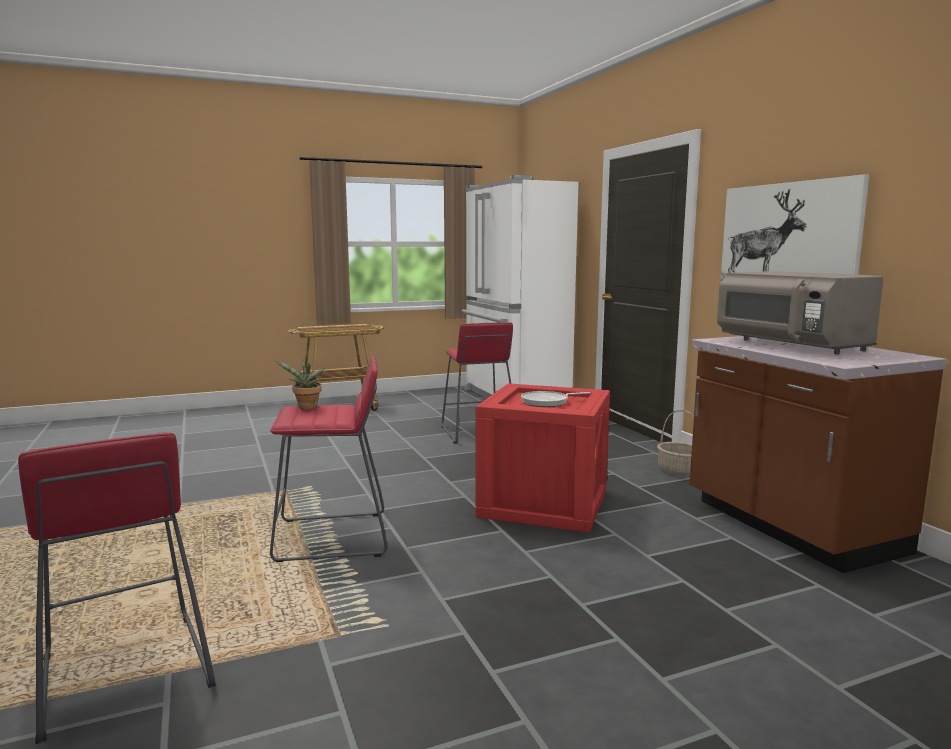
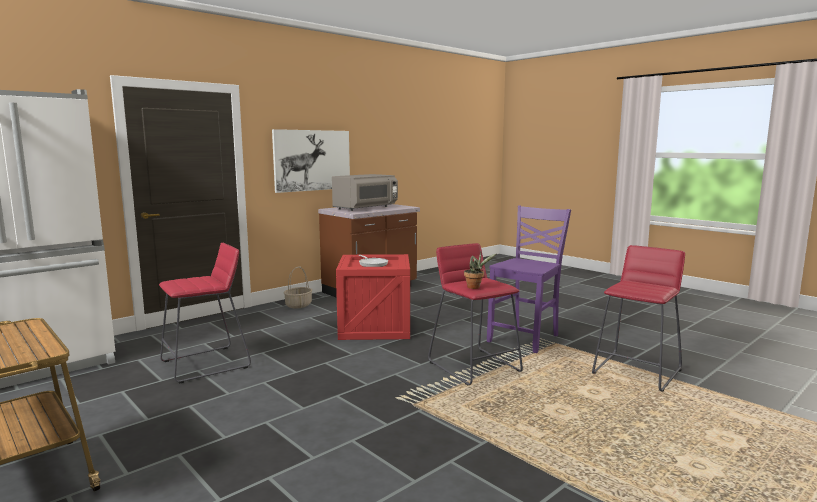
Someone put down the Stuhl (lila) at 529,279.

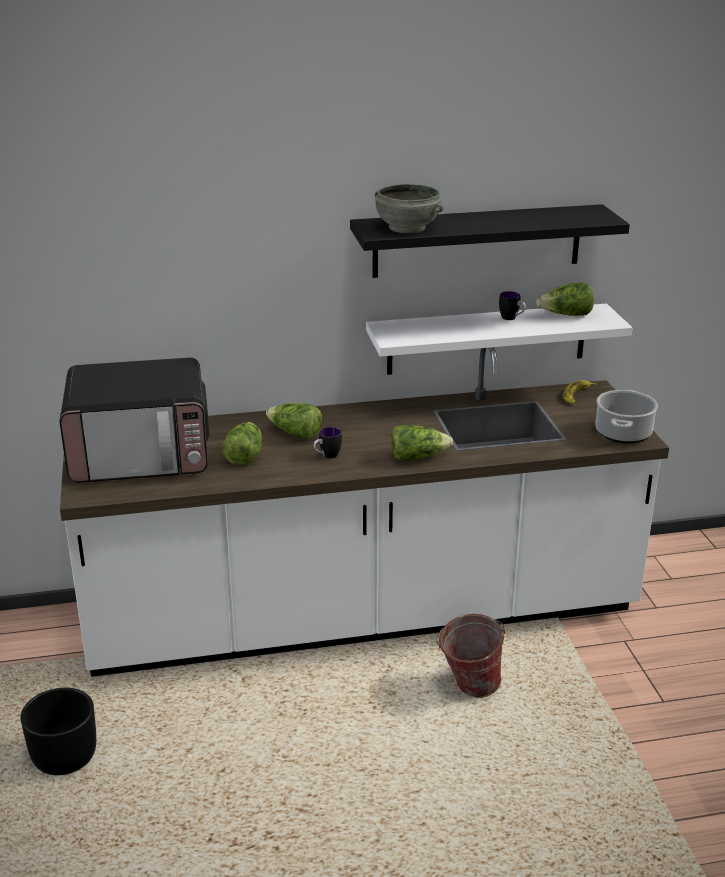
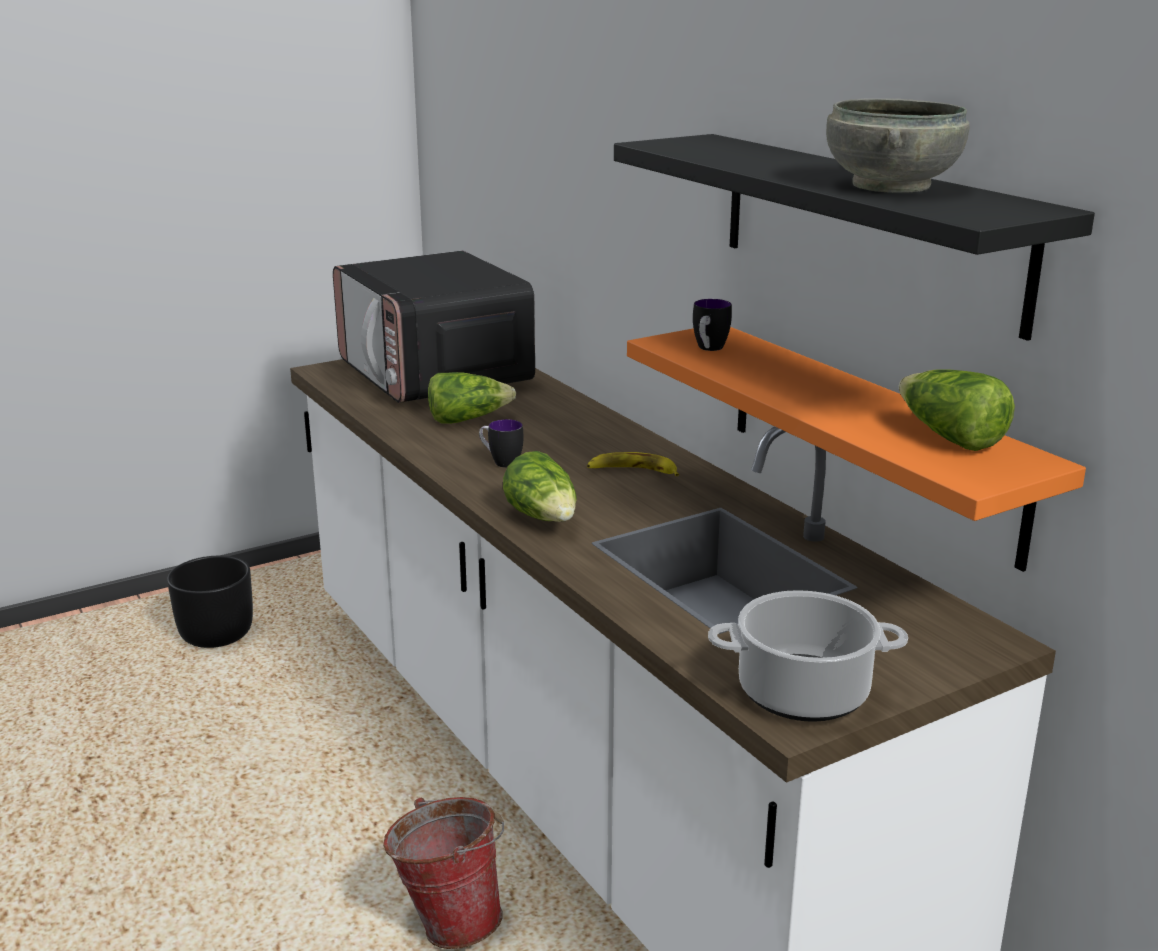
Someone took away the Salatkopf at 294,421. Someone carried the Schüssel (grau) from 409,208 to 897,145. Someone carried the Henkelbecher from 512,305 to 712,325. Someone carried the Banane from 579,392 to 633,464. Someone repainted the Wandregal (weiß) at 499,339, which became the Wandregal (orange) at 856,449.

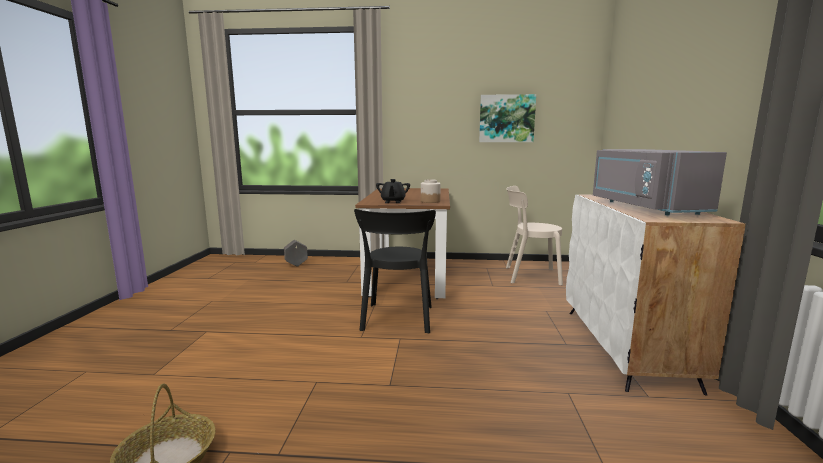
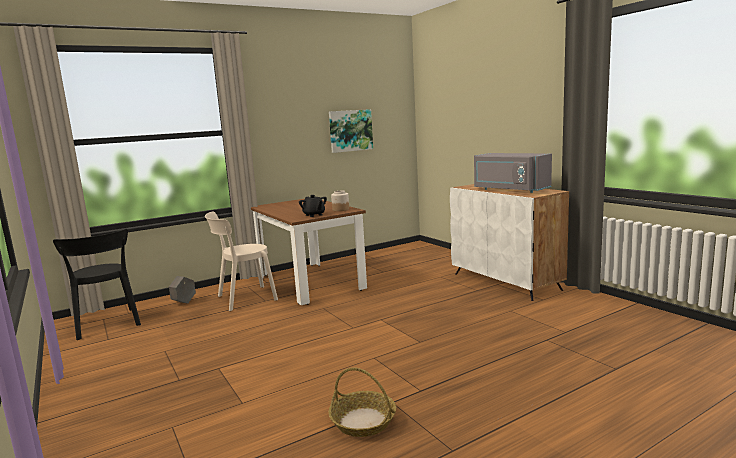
Someone carried the Stuhl (schwarz) from 395,271 to 97,284. Someone carried the Stuhl (beige) from 534,235 to 241,261.

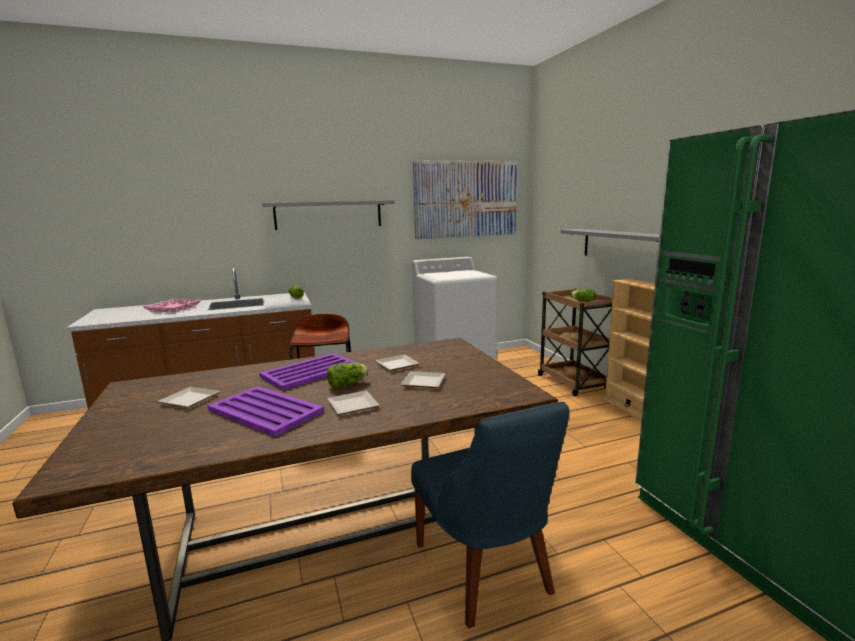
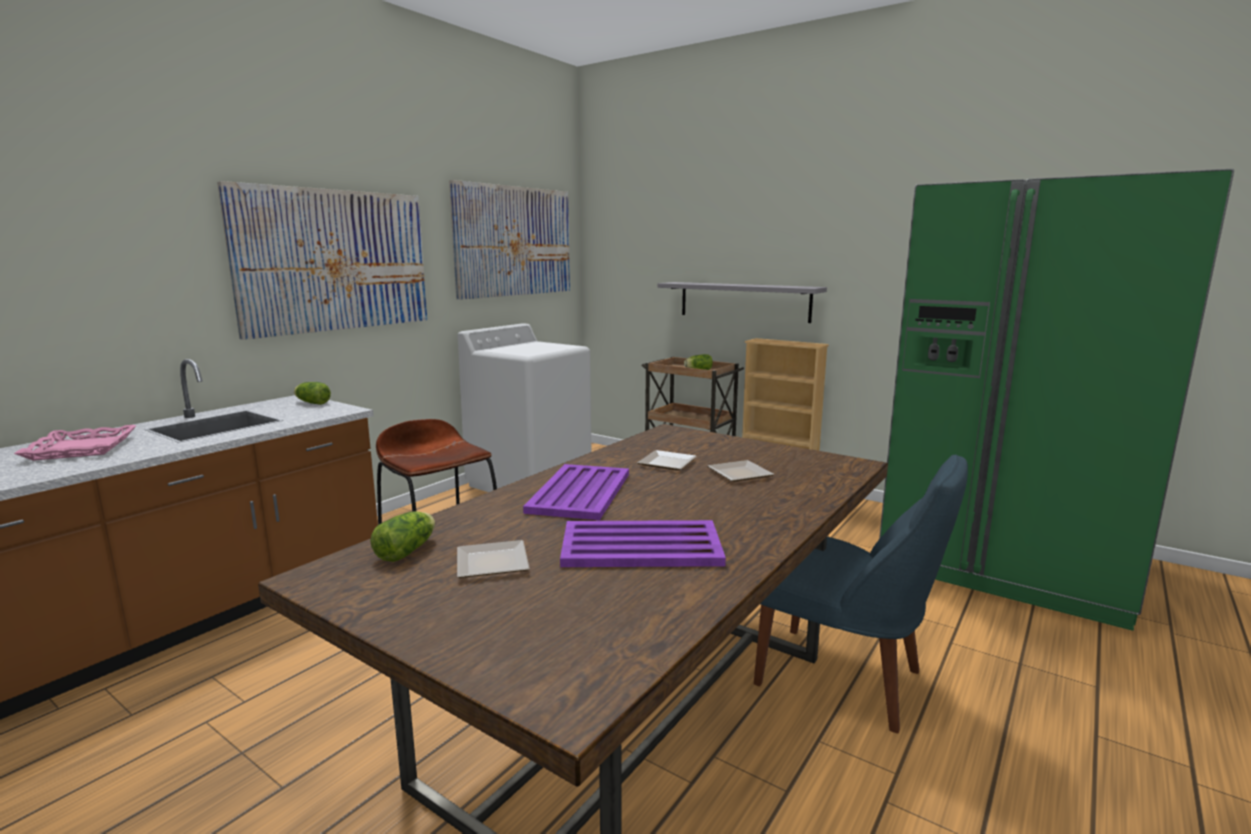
Someone took away the Teller at 353,403. Someone carried the Salatkopf from 347,375 to 402,536. Someone swapped the Wandregal (grau) at 328,215 for the Bild at 322,260.

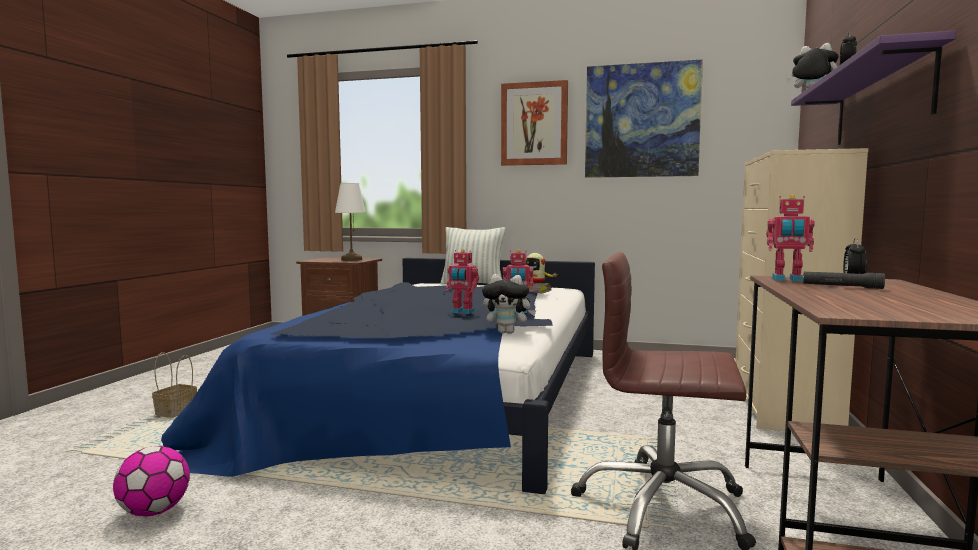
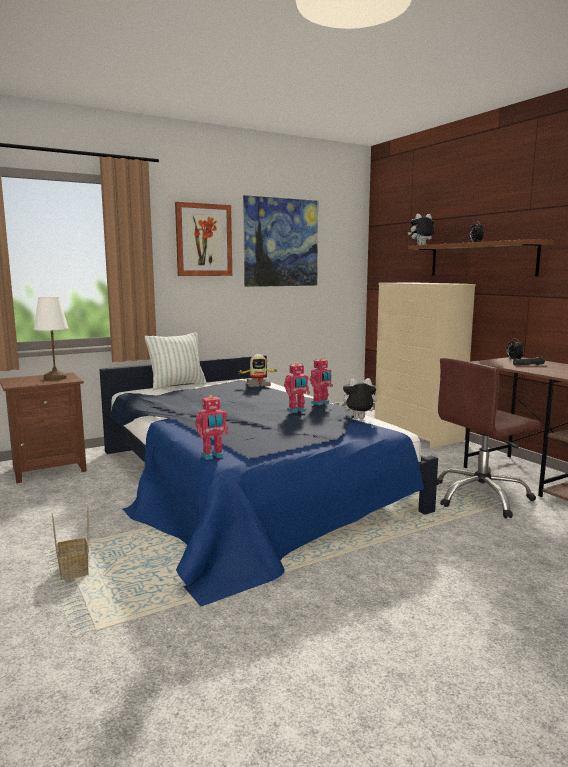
Someone took away the Fußball at 151,481. Someone carried the Spielzeugroboter from 790,238 to 212,427. Someone repainted the Wandregal (lila) at 873,87, which became the Wandregal (braun) at 481,257. Someone rotated the Plüschtier at 509,304 by 150 degrees counterclockwise.

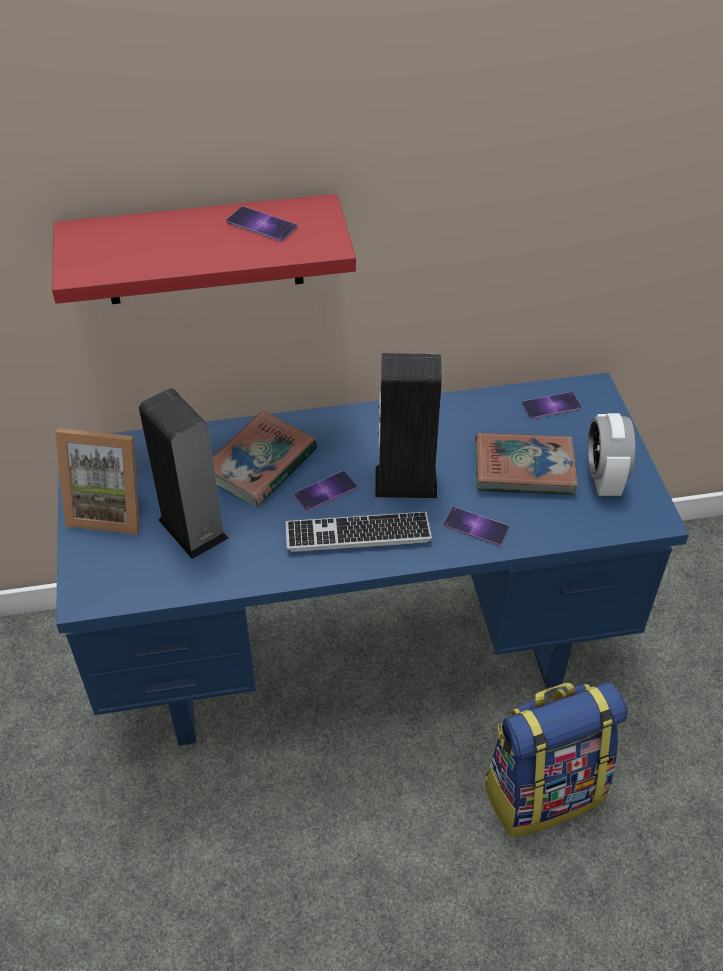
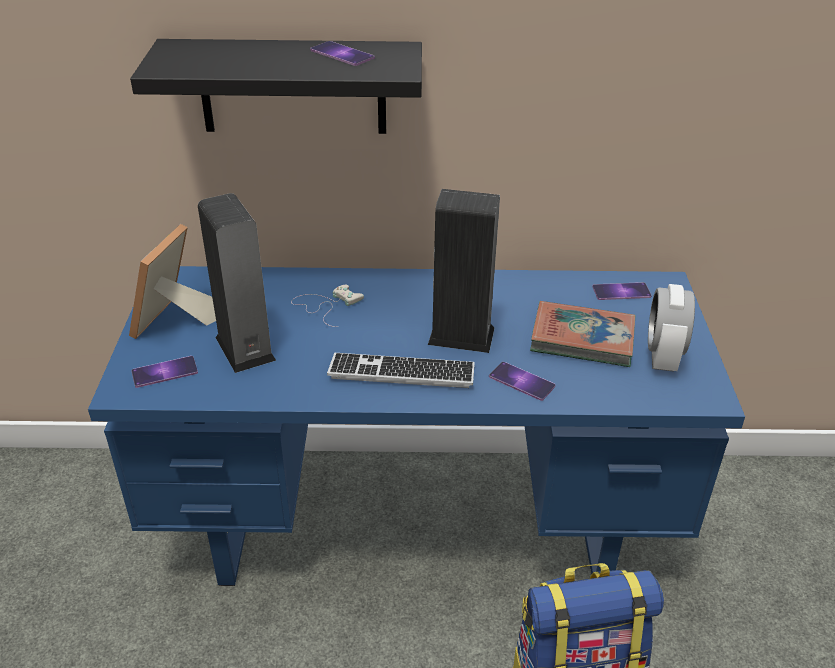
Someone carried the Handy from 325,491 to 164,372. Someone swapped the Buch at 265,459 for the Gamepad (weiß) at 327,306. Someone repainted the Wandregal (rot) at 204,249, which became the Wandregal (schwarz) at 276,86. Someone rotated the Bilderrahmen at 97,481 by 90 degrees clockwise.

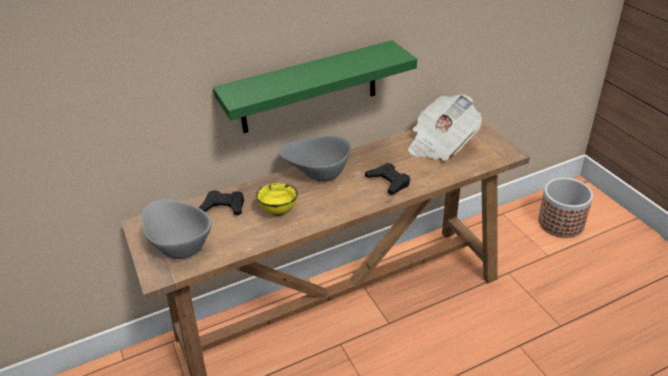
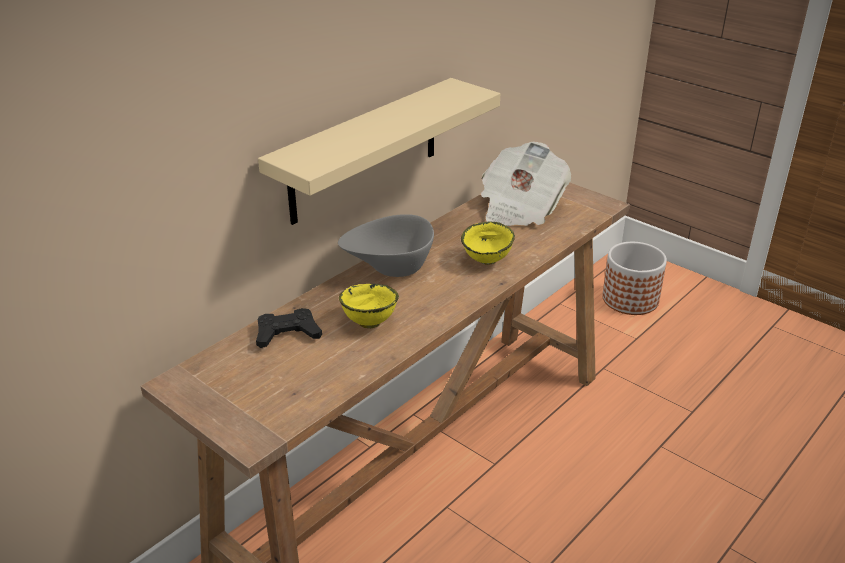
Someone took away the Schüssel (grau) at 176,229. Someone swapped the Gamepad (schwarz) at 387,179 for the Schüssel (gelb) at 488,243. Someone repainted the Wandregal (grün) at 315,86, which became the Wandregal (beige) at 379,151.

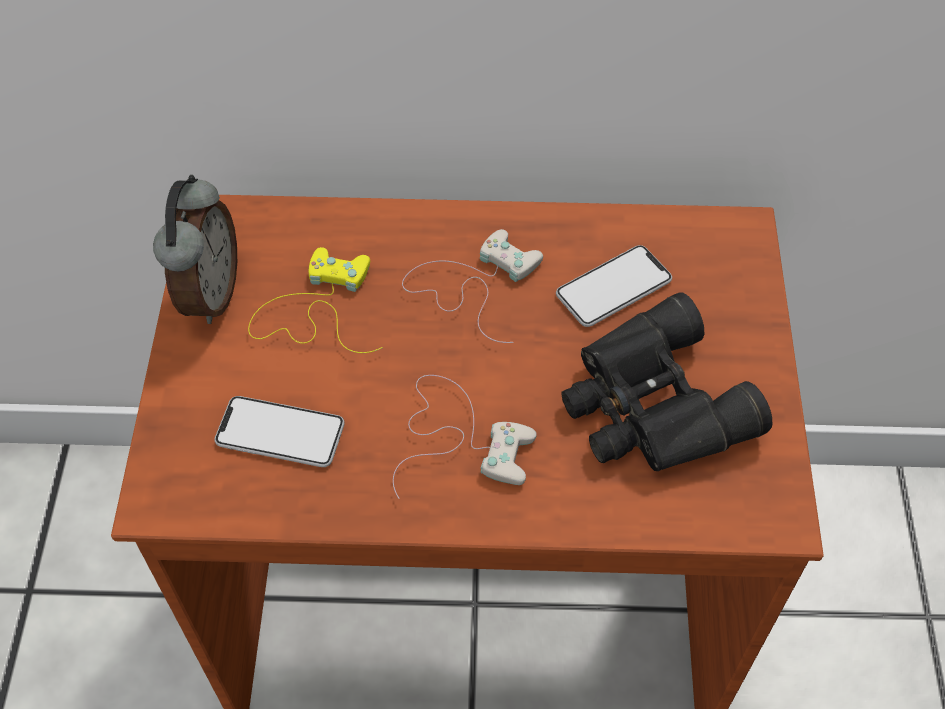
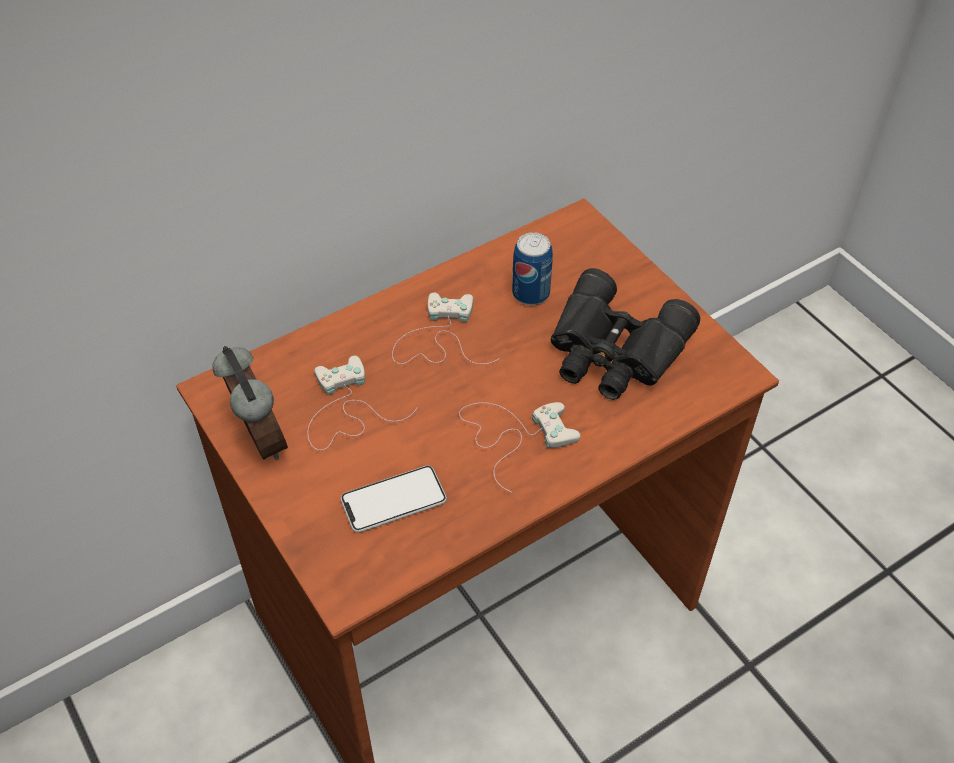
Someone swapped the Handy at 614,286 for the Dose at 532,268. Someone repainted the Gamepad (gelb) at 315,300, which became the Gamepad (weiß) at 362,403.

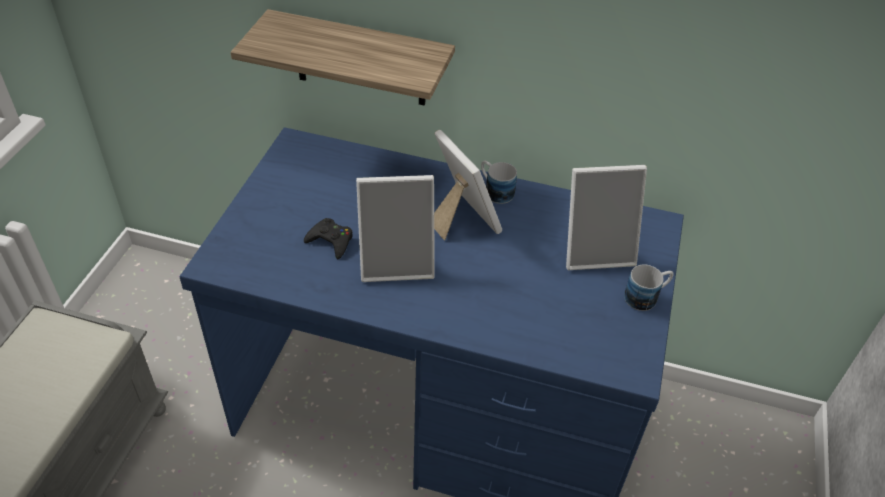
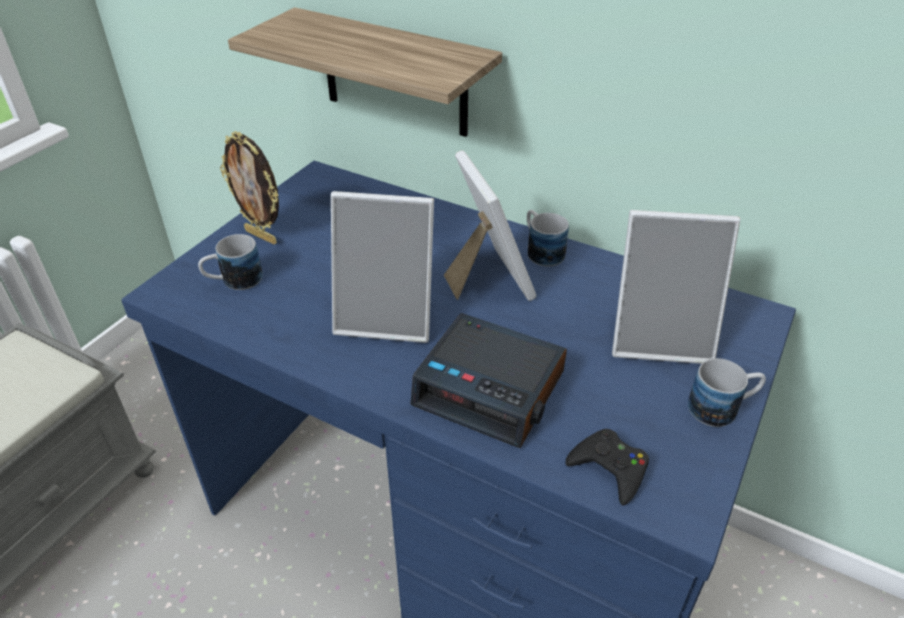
Someone put down the Henkelbecher at 230,262. Someone put down the Bilderrahmen at 249,188. Someone put down the Wecker at 488,380. Someone carried the Gamepad (schwarz) from 328,238 to 607,467.

